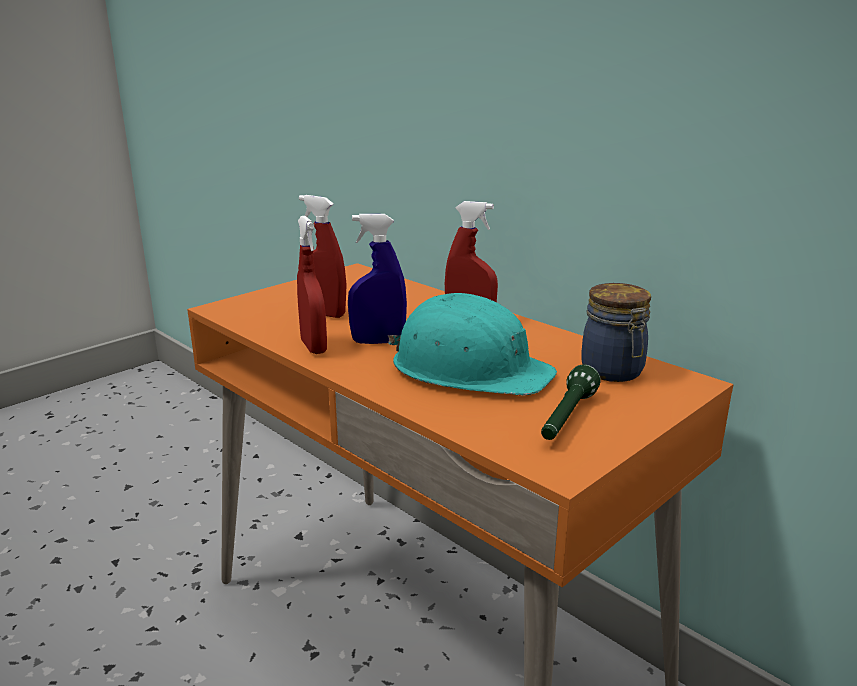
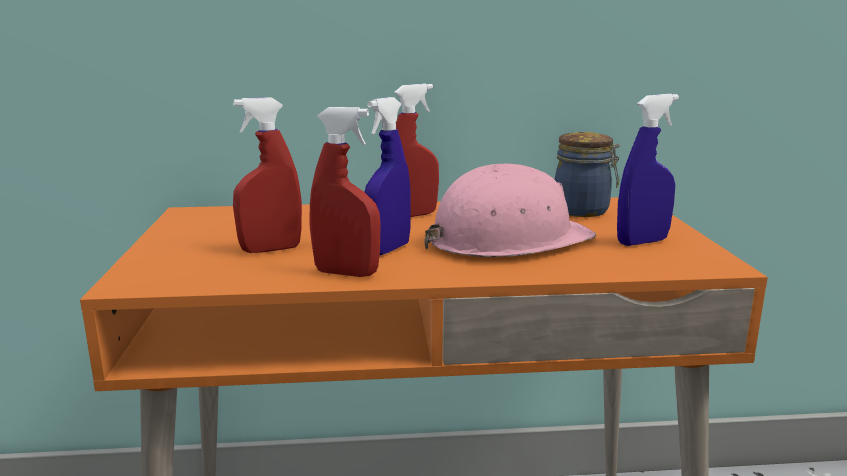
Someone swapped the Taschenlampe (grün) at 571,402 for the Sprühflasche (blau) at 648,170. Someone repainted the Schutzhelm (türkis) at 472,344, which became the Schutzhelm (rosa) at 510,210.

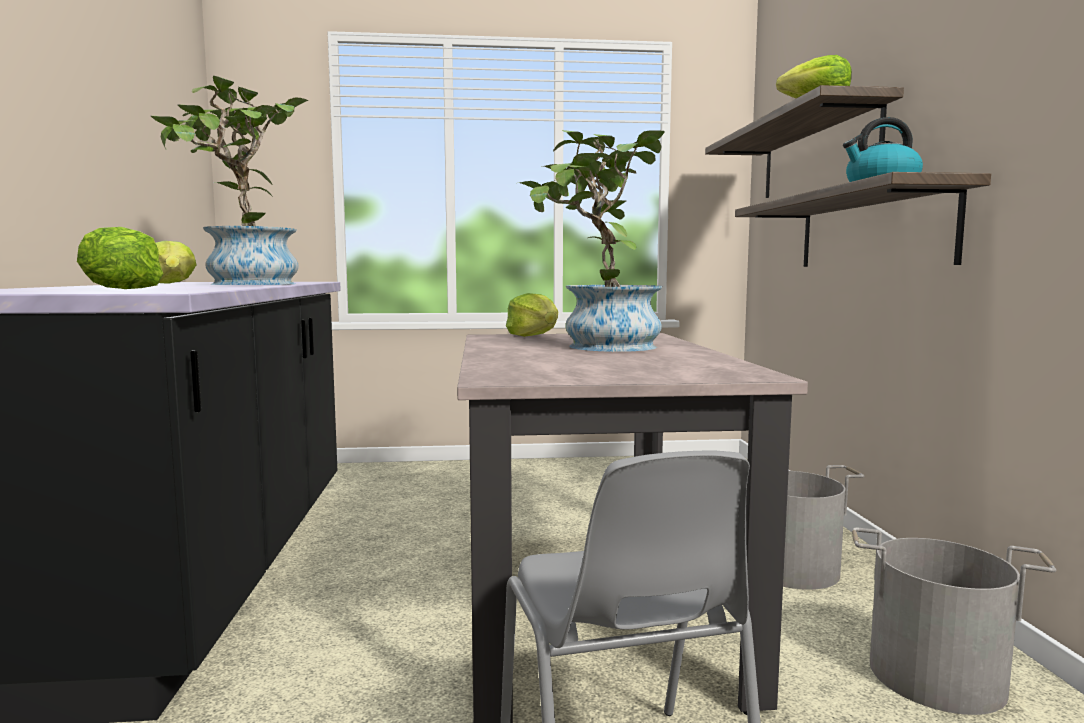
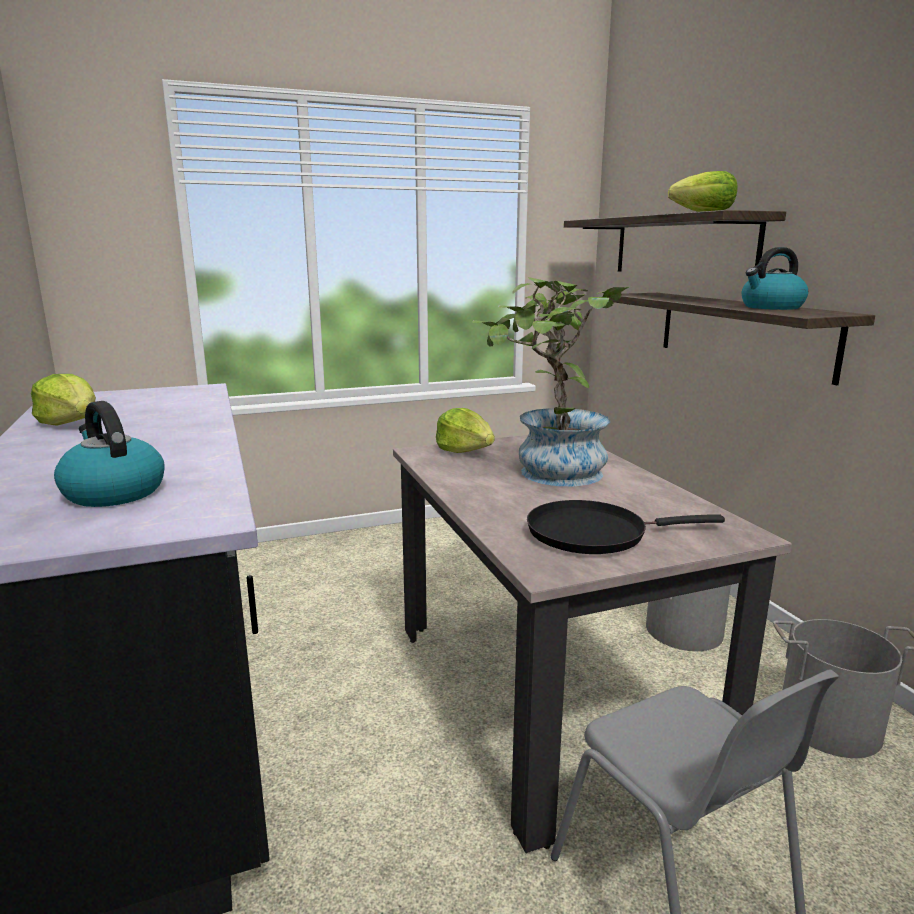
Someone took away the Topfpflanze at 229,180. Someone put down the Pfanne (schwarz) at 626,527. Someone swapped the Salatkopf at 120,258 for the Wasserkessel at 109,454.

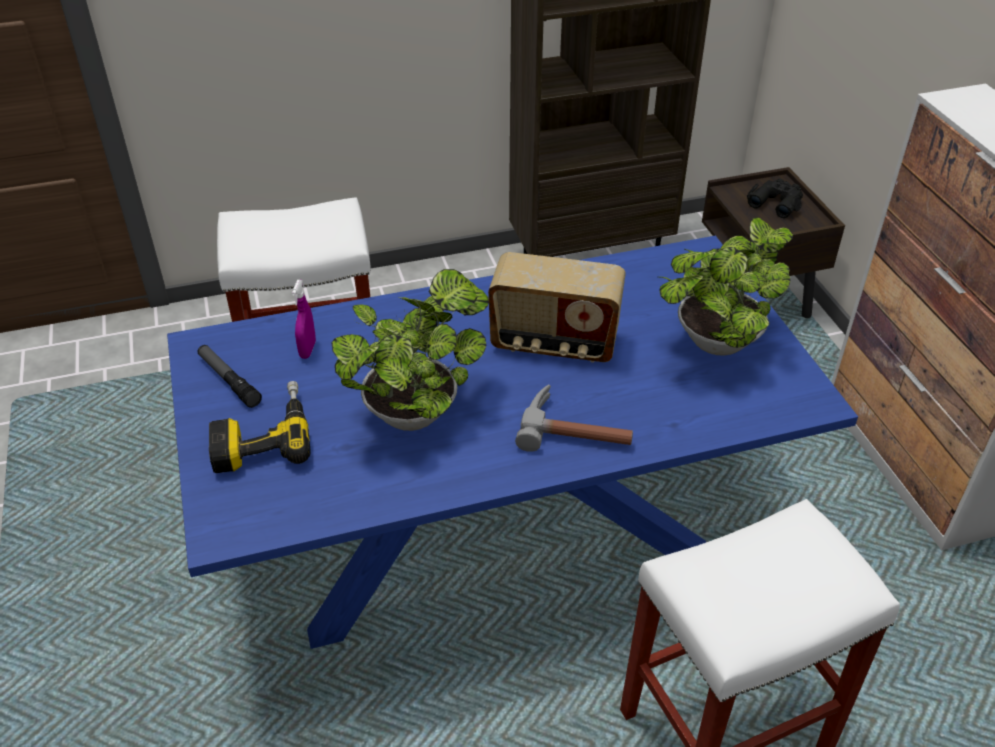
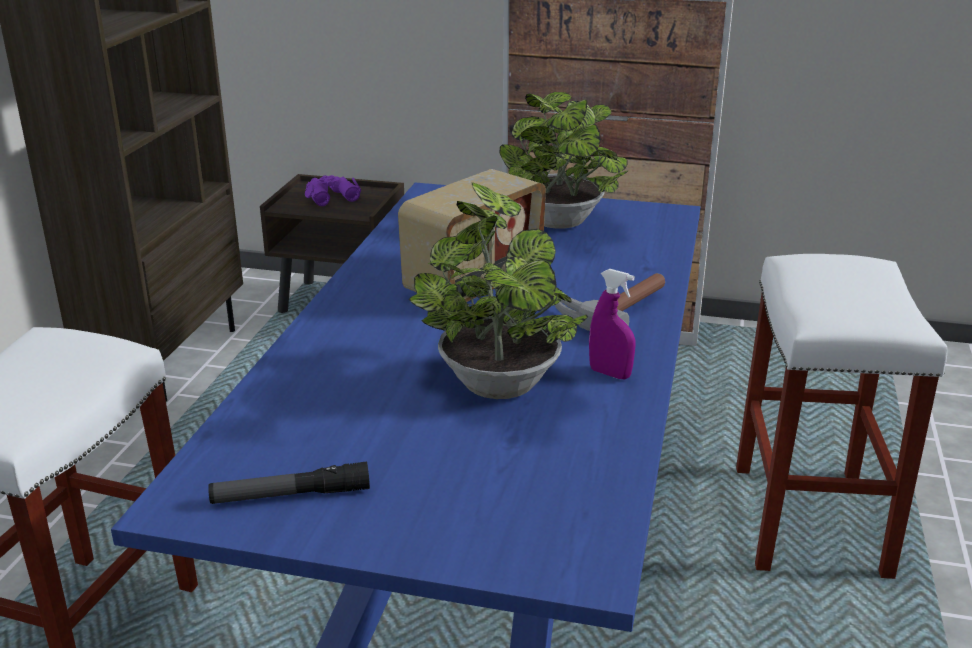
Someone took away the Bohrmaschine at 260,427. Someone carried the Sprühflasche (lila) from 304,319 to 612,324. Someone repainted the Fernglas (schwarz) at 775,198, which became the Fernglas (lila) at 333,190.

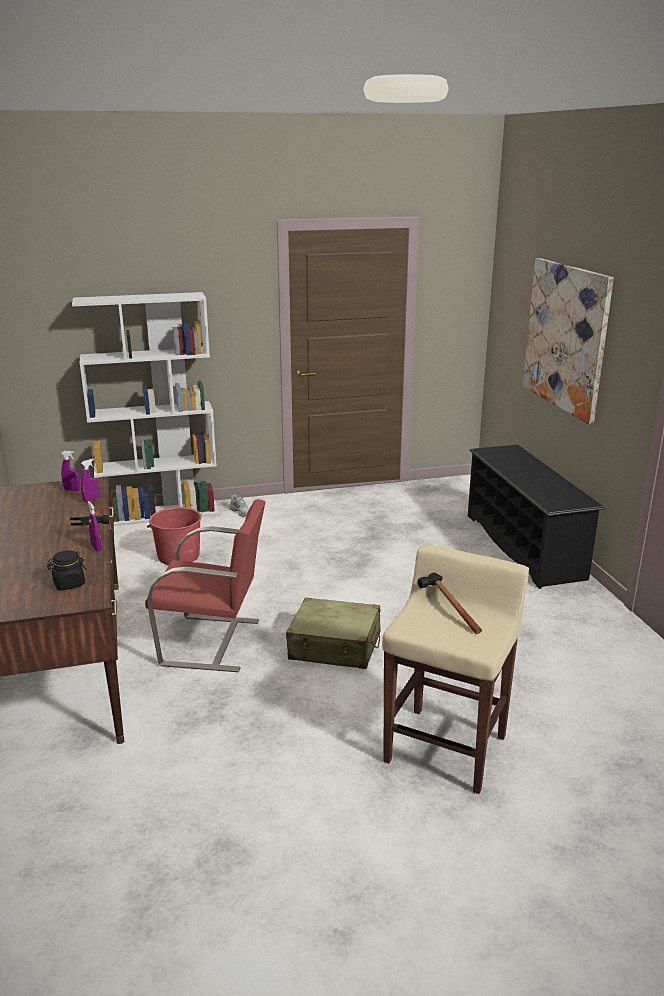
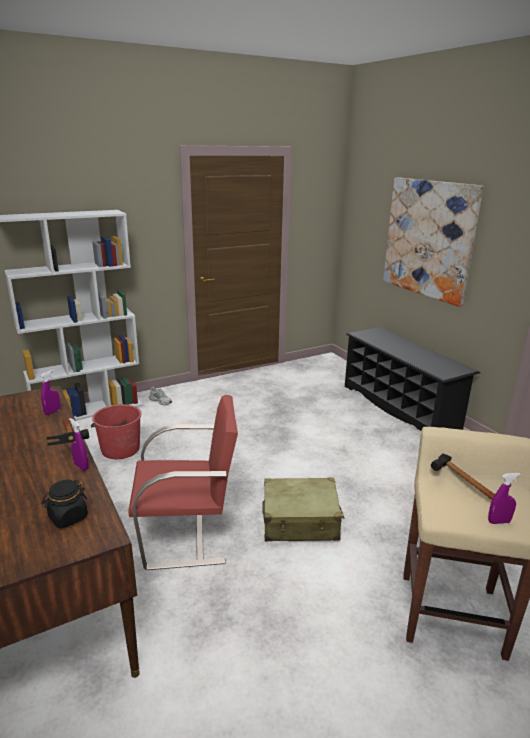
Someone carried the Sprühflasche (lila) from 70,471 to 504,498.

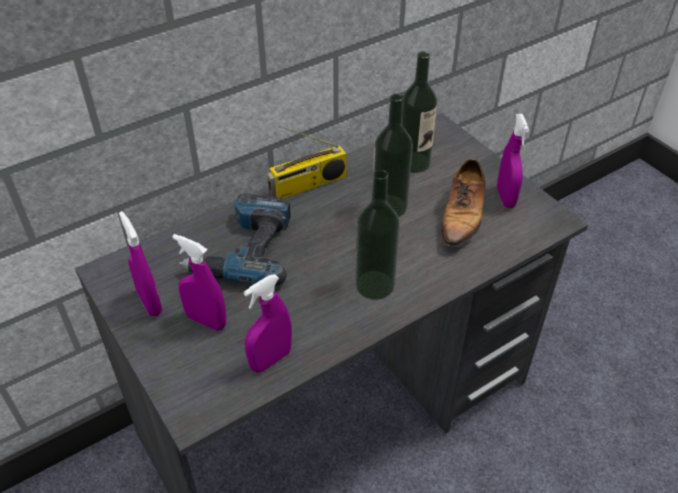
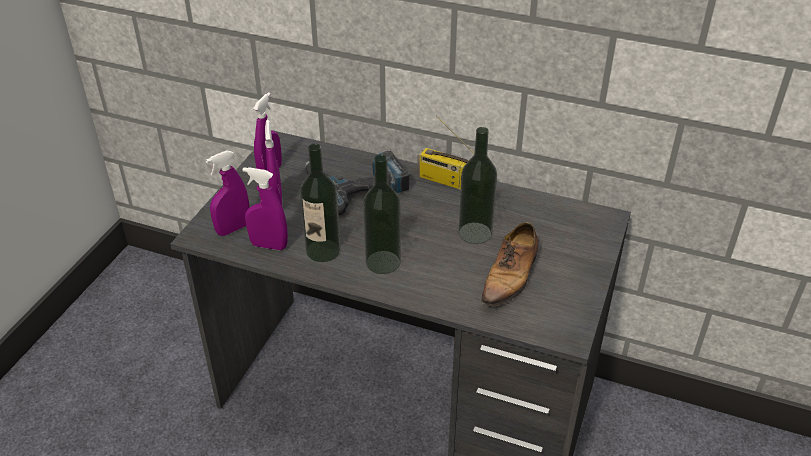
Someone carried the Flasche from 419,112 to 320,202. Someone carried the Sprühflasche (lila) from 513,161 to 227,193. Someone rotated the Schuh at 463,203 by 45 degrees counterclockwise.

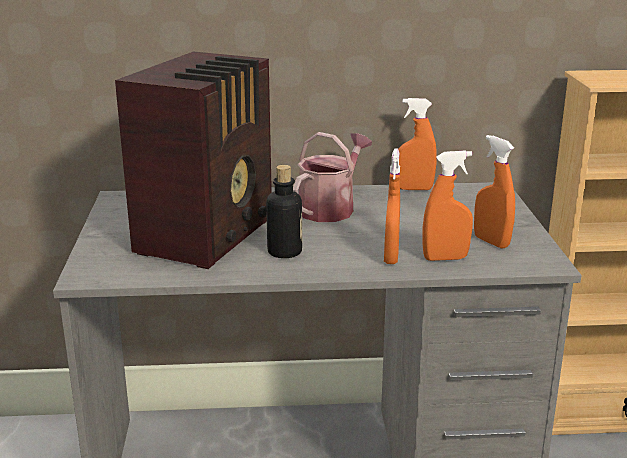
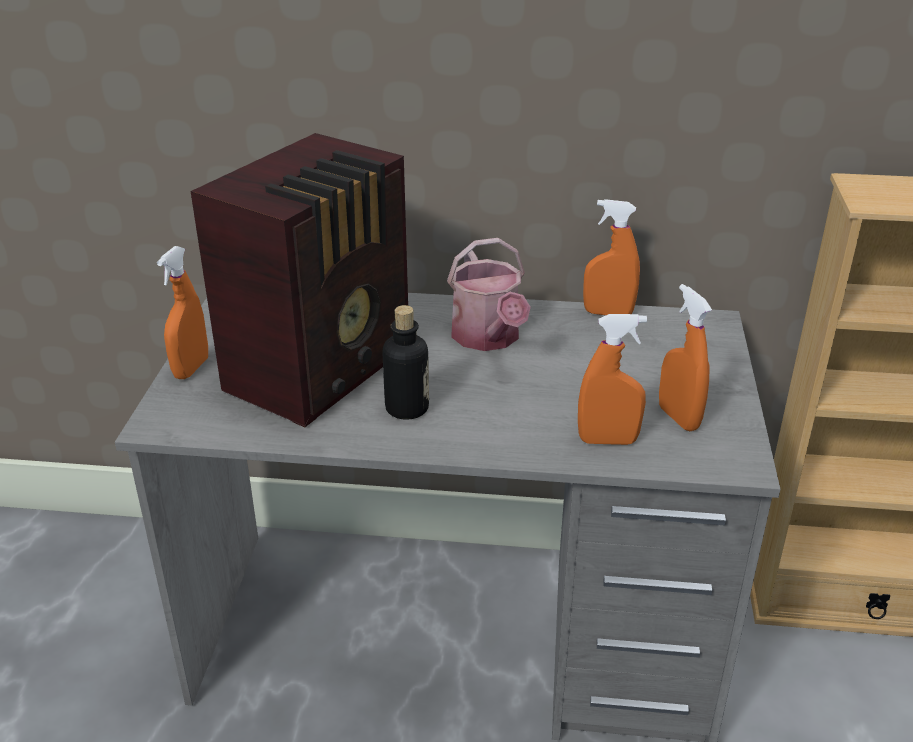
Someone carried the Sprühflasche (orange) from 392,206 to 182,312. Someone rotated the Gießkanne at 332,177 by 120 degrees clockwise.

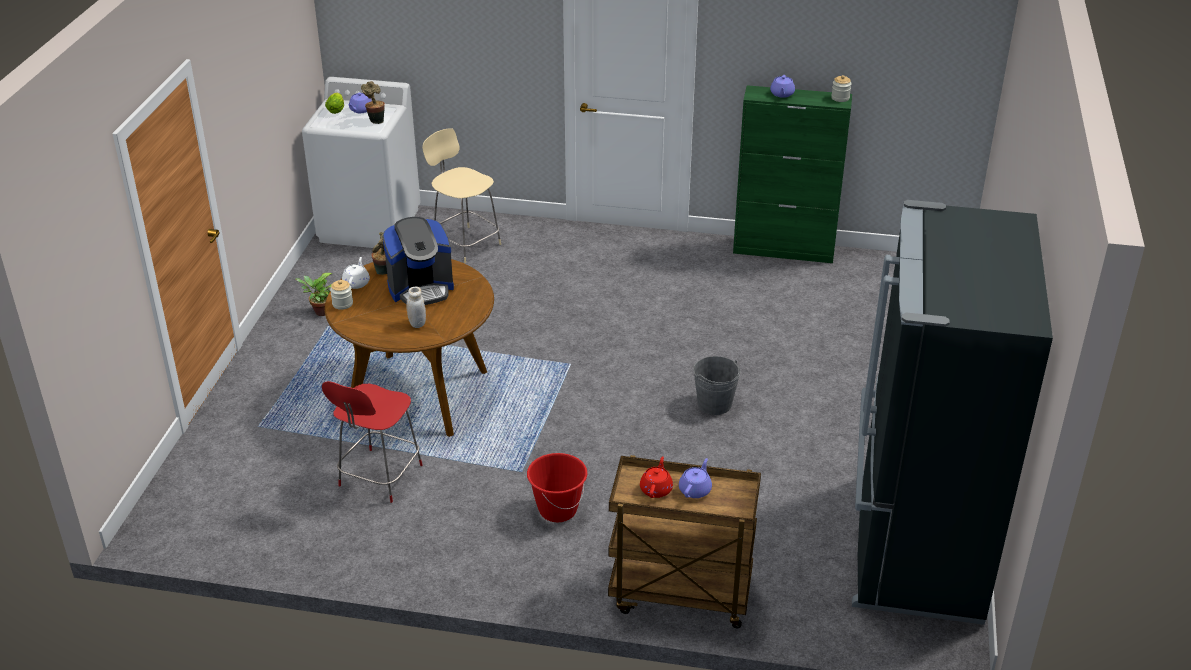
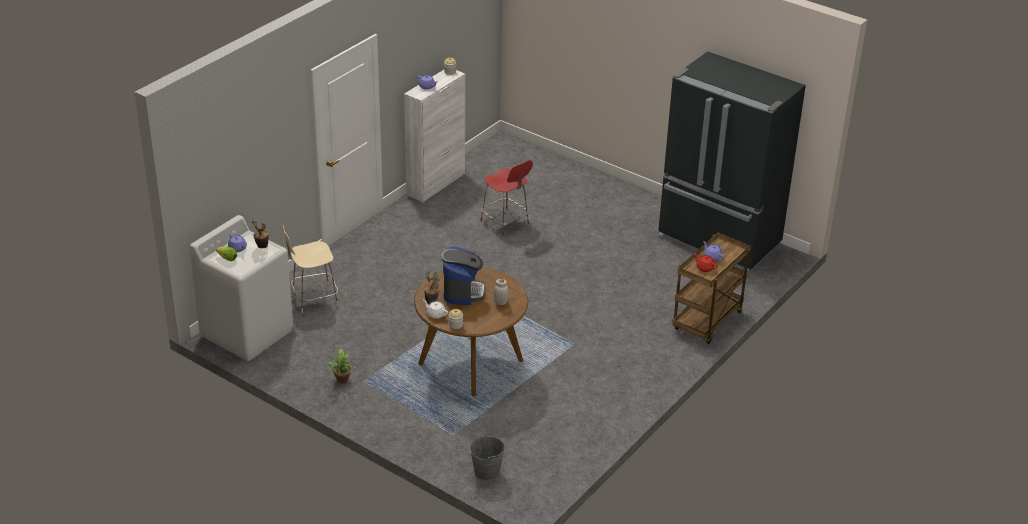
Someone took away the Eimer (rot) at 557,487. Someone carried the Stuhl (rot) from 372,442 to 507,198. Someone carried the Eimer (grau) from 717,385 to 488,457. Someone repainted the Schrank (grün) at 792,174, which became the Schrank (weiß) at 434,136.

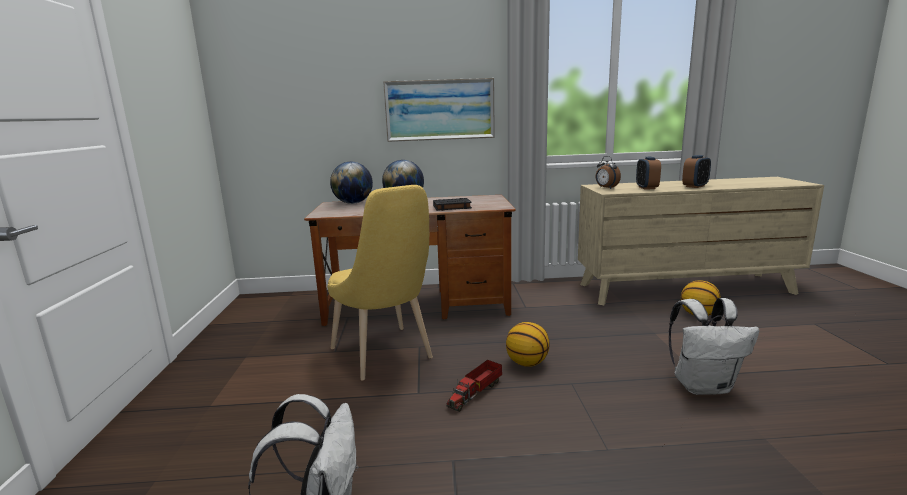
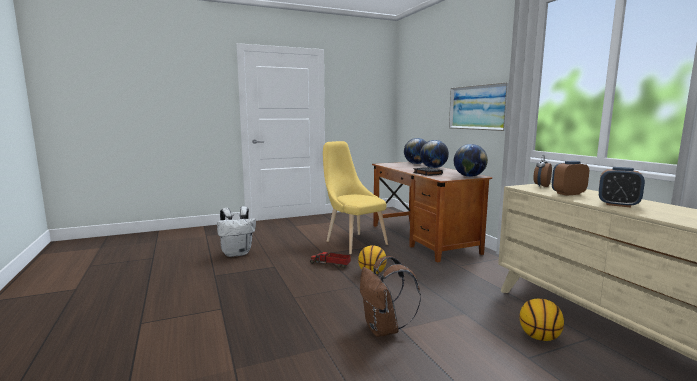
Someone put down the Globus at 471,160. Someone repainted the Rucksack (weiß) at 714,346, which became the Rucksack (braun) at 390,296. Someone rotated the Stuhl (gelb) at 380,283 by 105 degrees clockwise.

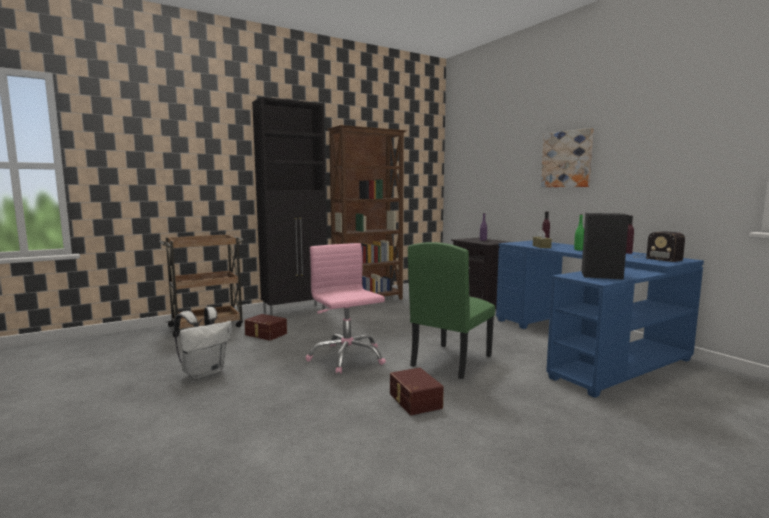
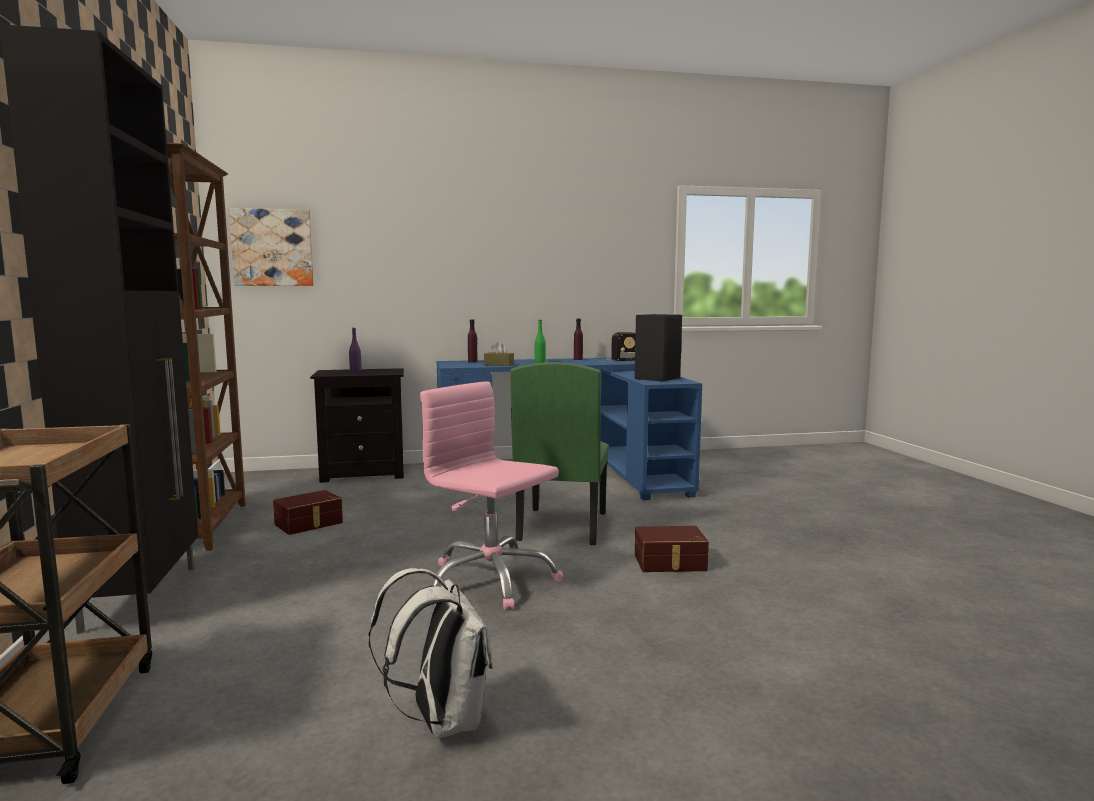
Someone carried the Aufbewahrungsbox (braun) from 265,327 to 308,512. Someone carried the Bild from 567,157 to 271,247. Someone rotated the Bürostuhl (rosa) at 346,308 by 45 degrees clockwise. Someone rotated the Stuhl (grün) at 451,310 by 45 degrees clockwise.

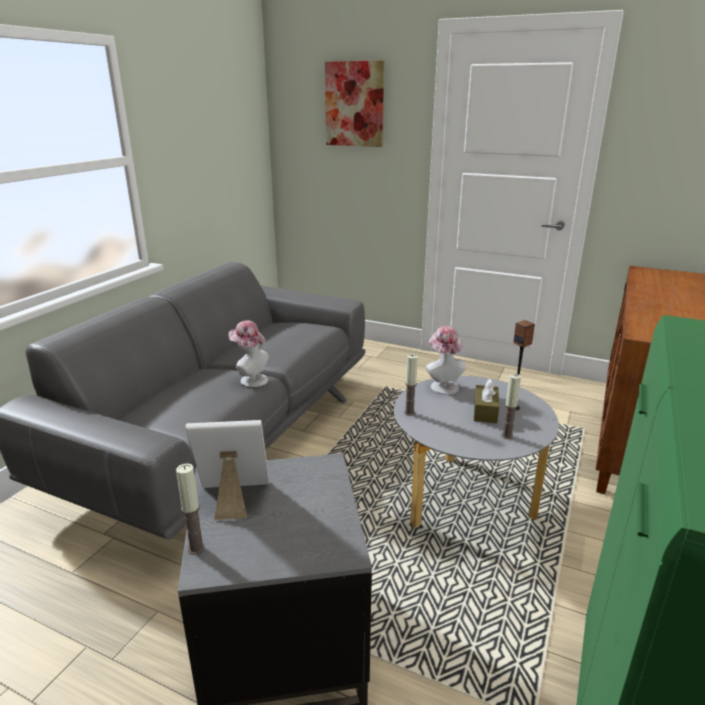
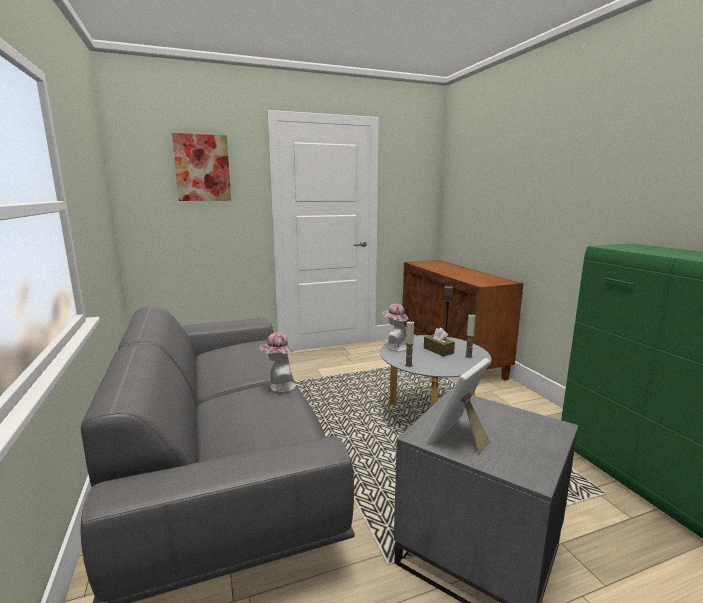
Someone took away the Kerze at 190,509.

